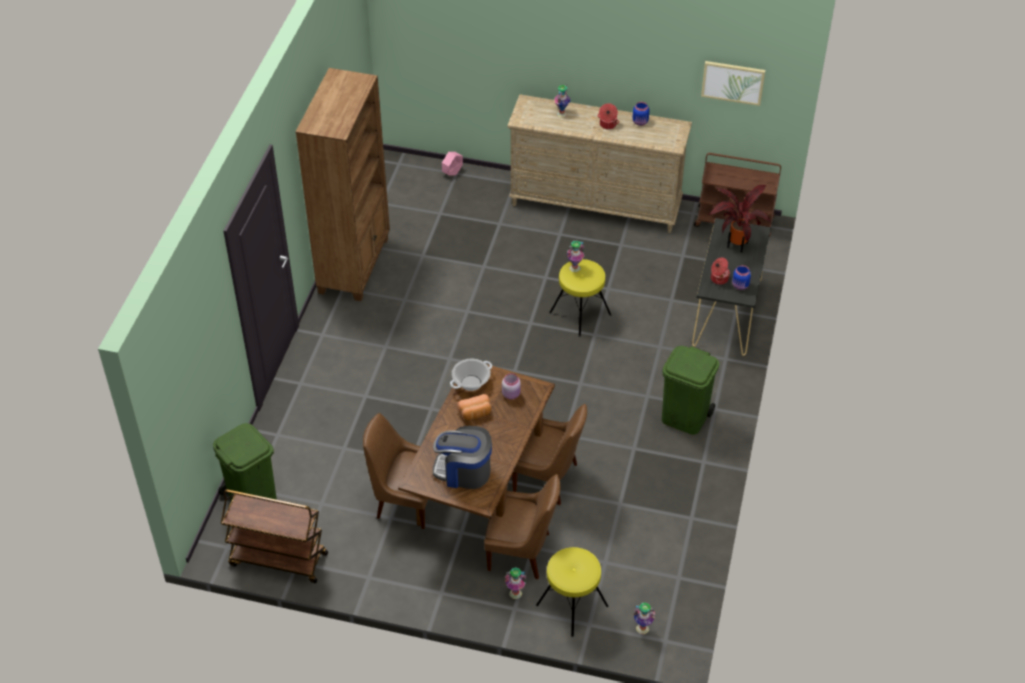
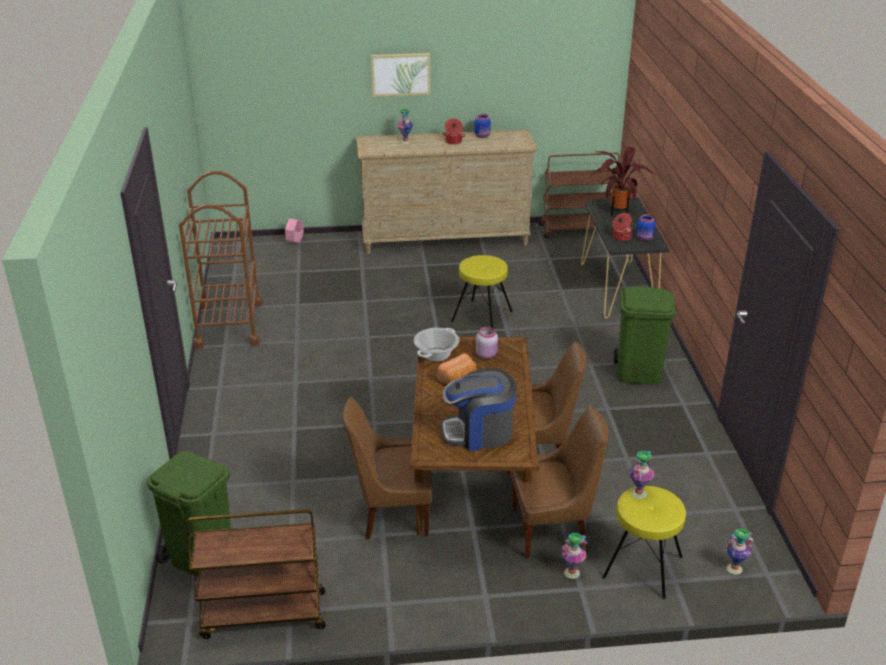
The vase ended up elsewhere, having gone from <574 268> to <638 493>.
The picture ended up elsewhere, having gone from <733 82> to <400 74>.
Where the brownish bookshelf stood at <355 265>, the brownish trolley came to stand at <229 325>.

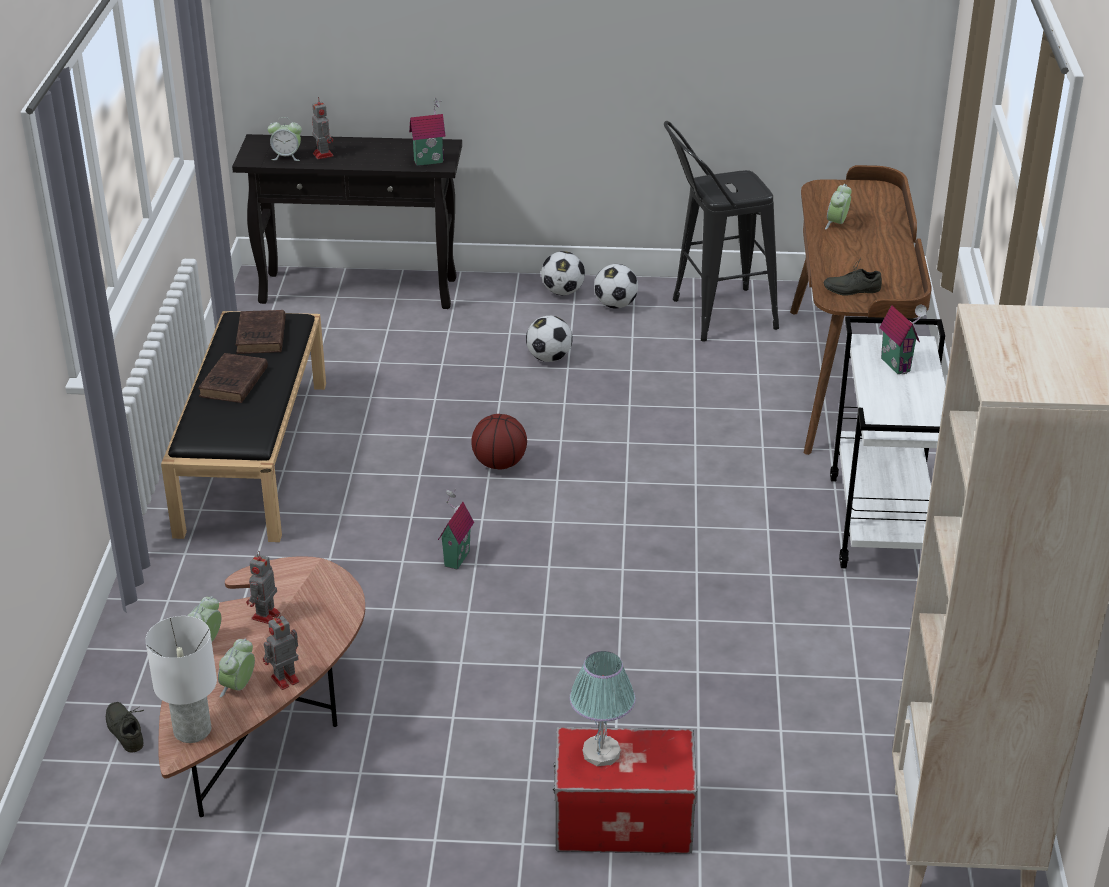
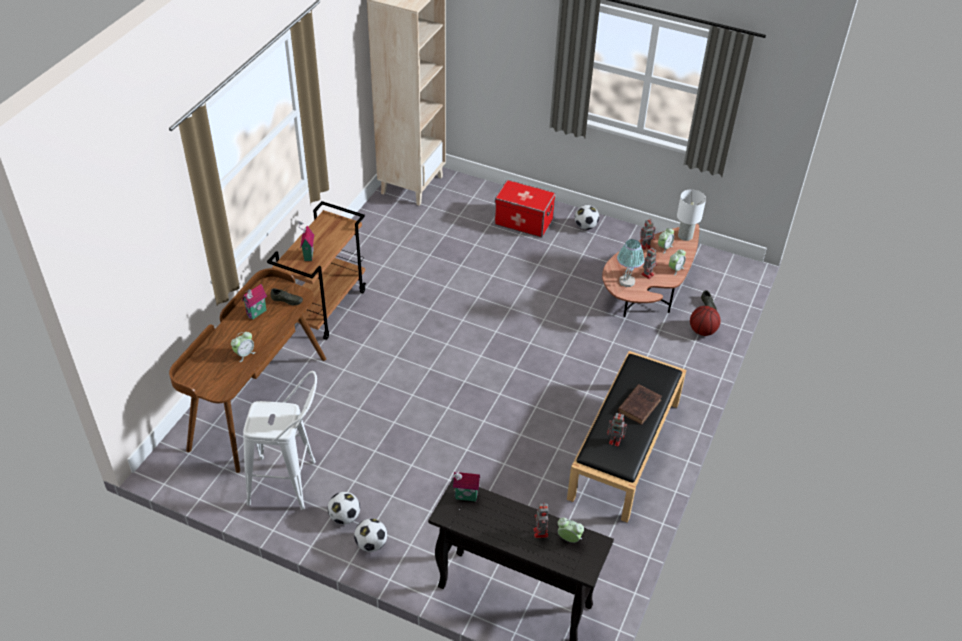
The miniature house ended up elsewhere, having gone from <455 557> to <257 314>.
The basketball ended up elsewhere, having gone from <499 463> to <702 331>.
The football ball ended up elsewhere, having gone from <549 358> to <585 226>.
The table lamp ended up elsewhere, having gone from <601 753> to <627 281>.
Where the brownish book stood at <261 337>, the toy robot came to stand at <615 441>.
What was the blackish sitting stool at <713 316> turned into the whitish sitting stool at <290 484>.
What was the whitish trolley at <884 524> turned into the brownish trolley at <324 307>.

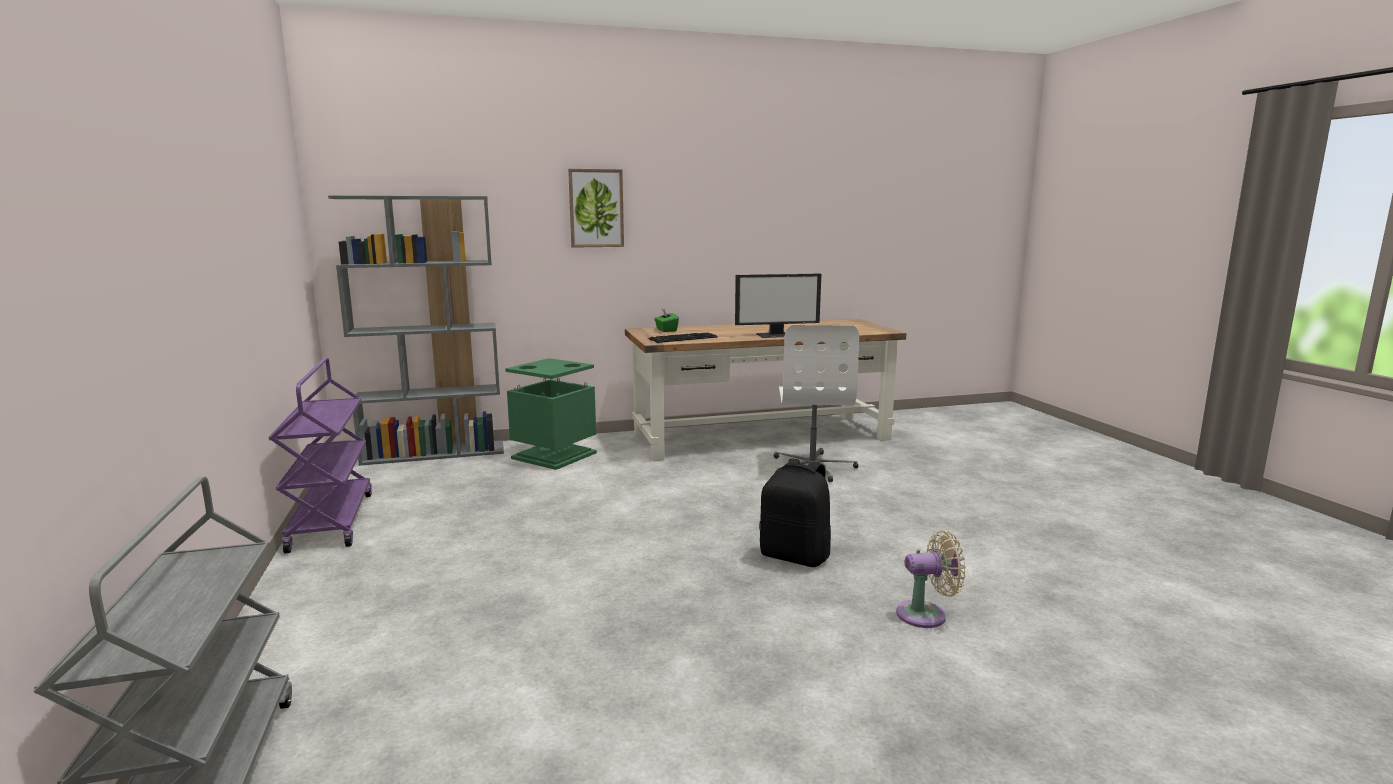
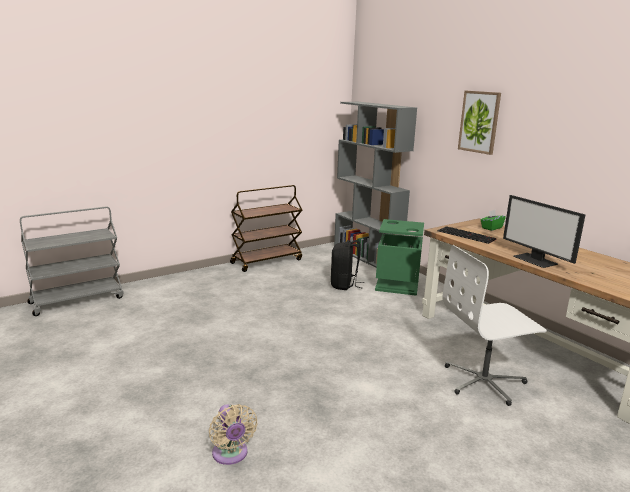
The blackish rucksack ended up elsewhere, having gone from <795 556> to <344 285>.
What was the purplish trolley at <331 521> turned into the brownish trolley at <267 261>.

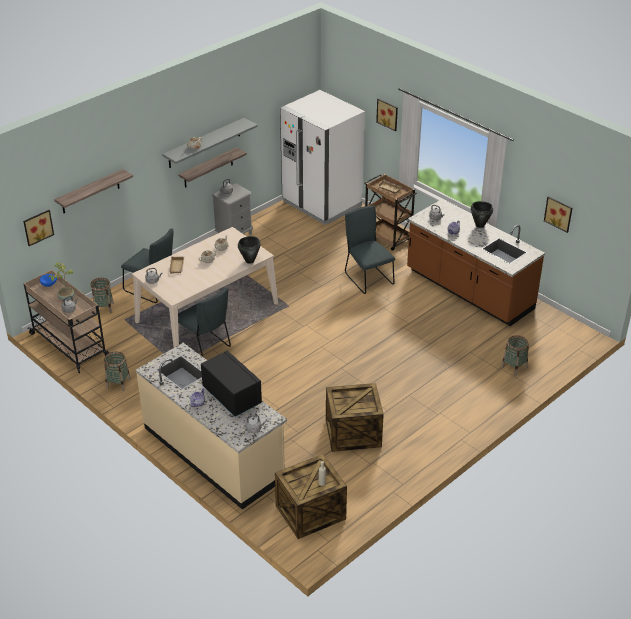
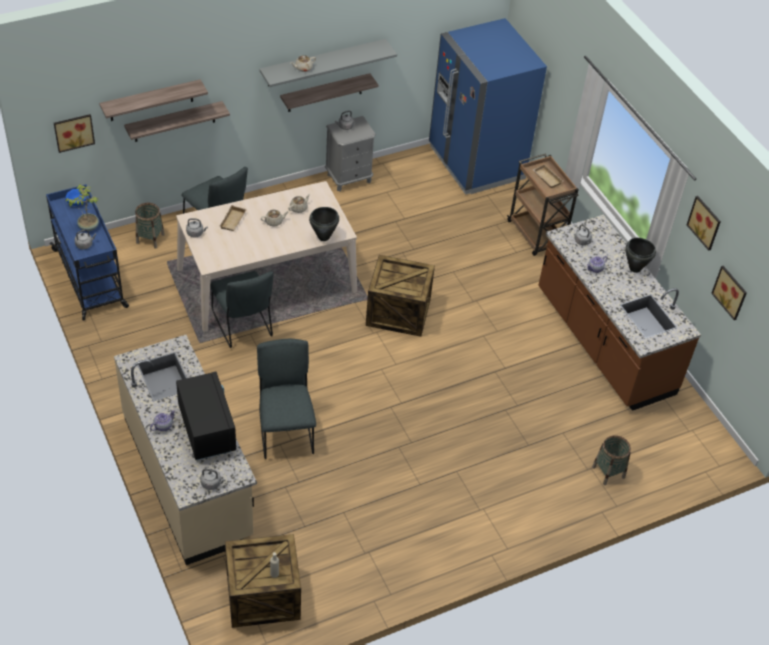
The second view lost the basket at <118 383>.
The second view gained the bracket shelf at <174 122>.
The packing crate ended up elsewhere, having gone from <353 434> to <397 313>.
The gray chair ended up elsewhere, having gone from <367 277> to <285 430>.
The picture ended up elsewhere, having gone from <388 114> to <705 222>.
What was the sand-coloured trolley at <70 345> turned into the bluish trolley at <90 279>.
What was the whitish refrigerator at <321 204> turned into the bluish refrigerator at <476 162>.

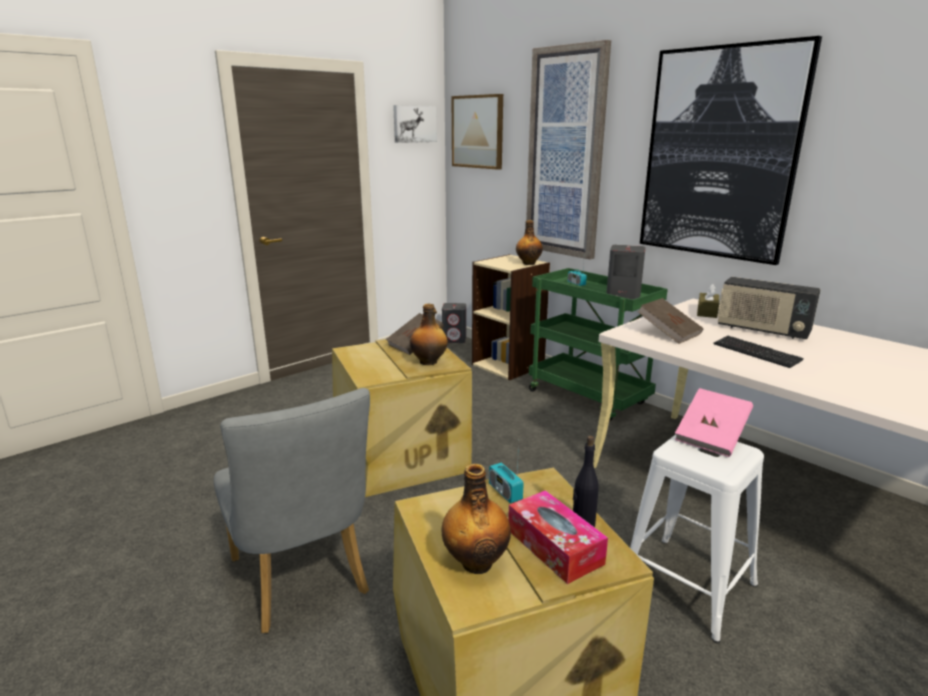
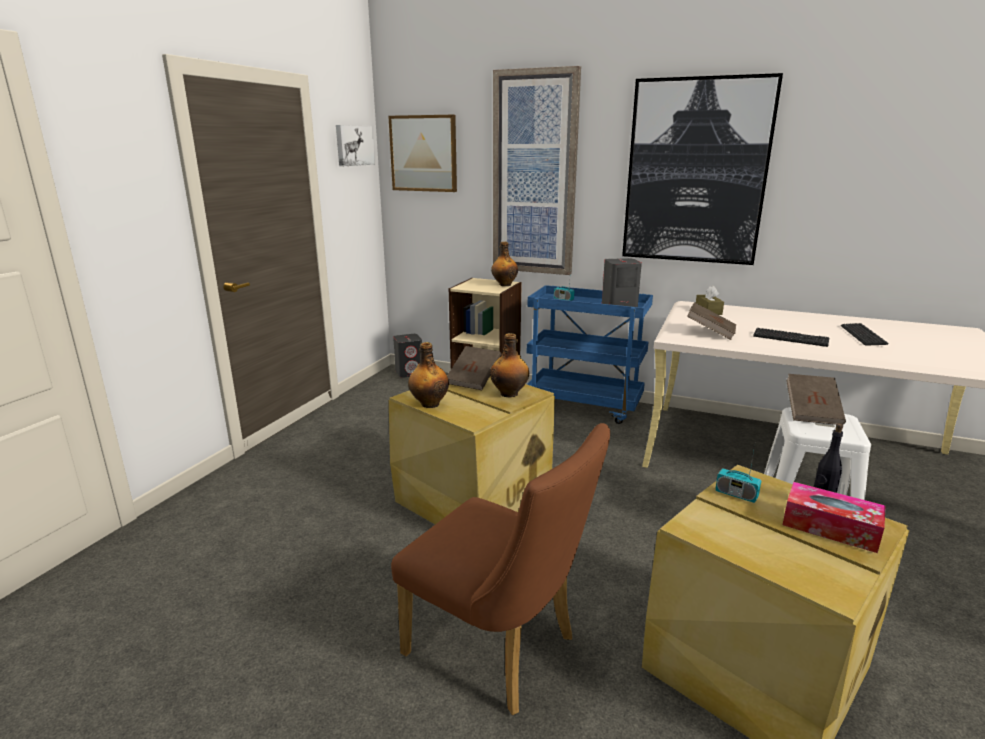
The second view lost the radio receiver at <762 330>.
The second view gained the PC keyboard at <862 336>.
The bottle ended up elsewhere, having gone from <476 562> to <429 404>.
What was the gray chair at <303 582> turned into the brownish chair at <500 650>.
What was the greenish trolley at <589 398> turned into the bluish trolley at <585 406>.
What was the pinkish book at <711 437> turned into the brownish book at <812 413>.

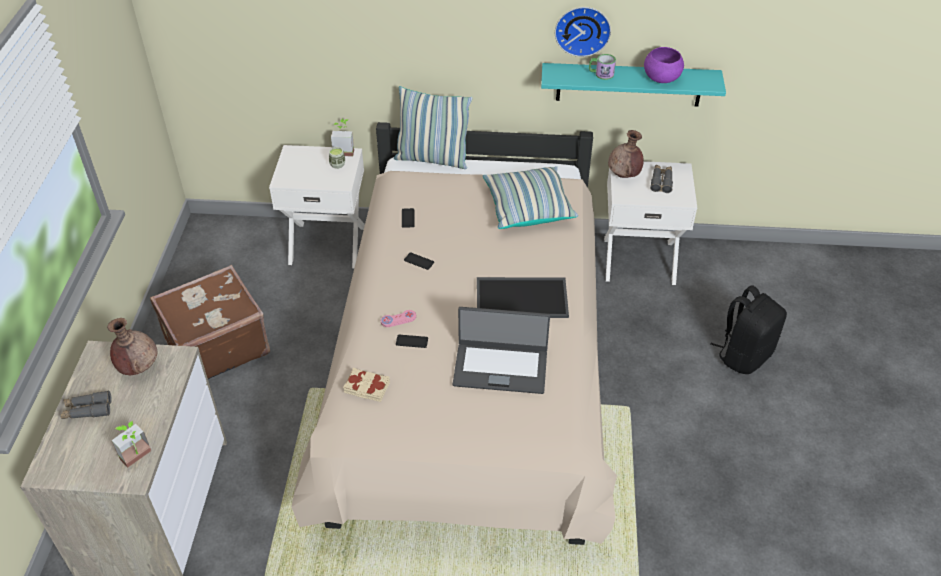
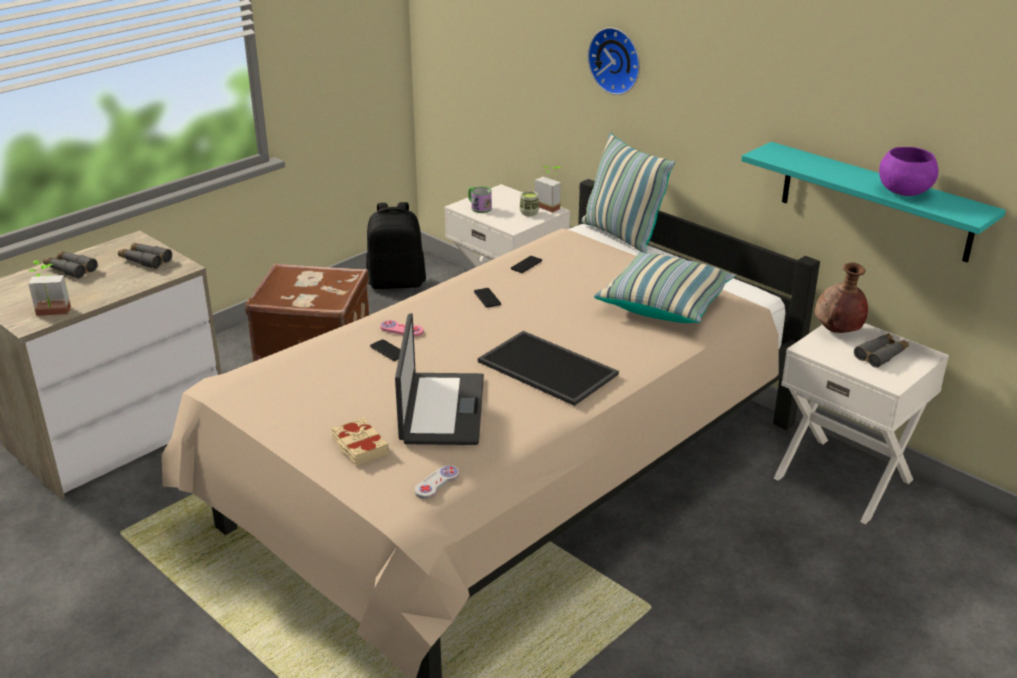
The second view gained the whitish gamepad at <437 483>.
The sand-coloured book ended up elsewhere, having gone from <367 388> to <359 446>.
The wall clock ended up elsewhere, having gone from <582 29> to <617 60>.
The coffee mug ended up elsewhere, having gone from <601 74> to <478 207>.
The blackish rucksack ended up elsewhere, having gone from <744 355> to <397 282>.
Where the brownish vase stood at <138 366>, the gray pair of binoculars came to stand at <145 260>.
The portable computer at <500 367> ended up facing another way, 135 degrees counterclockwise from before.

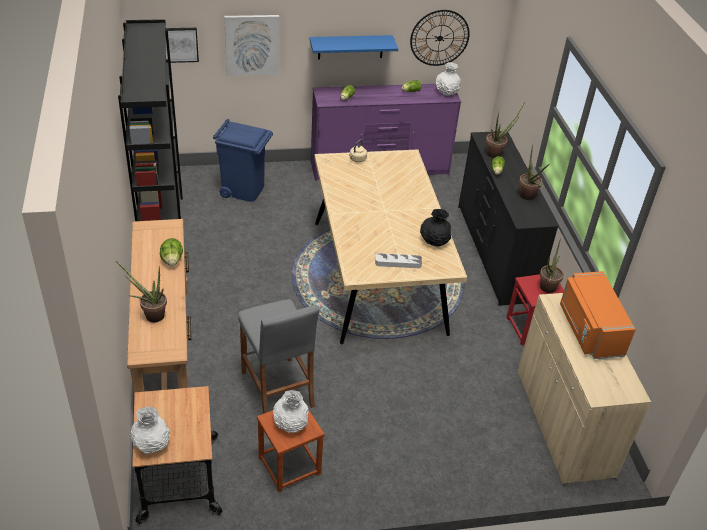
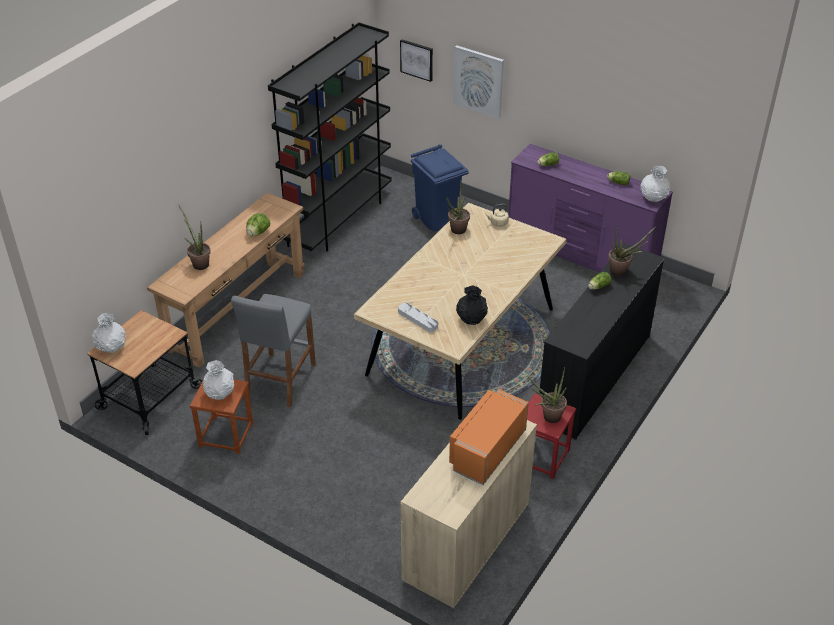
The second view lost the bluish bracket shelf at <350 47>.
The second view lost the wall clock at <439 38>.
The potted plant ended up elsewhere, having gone from <528 197> to <456 231>.

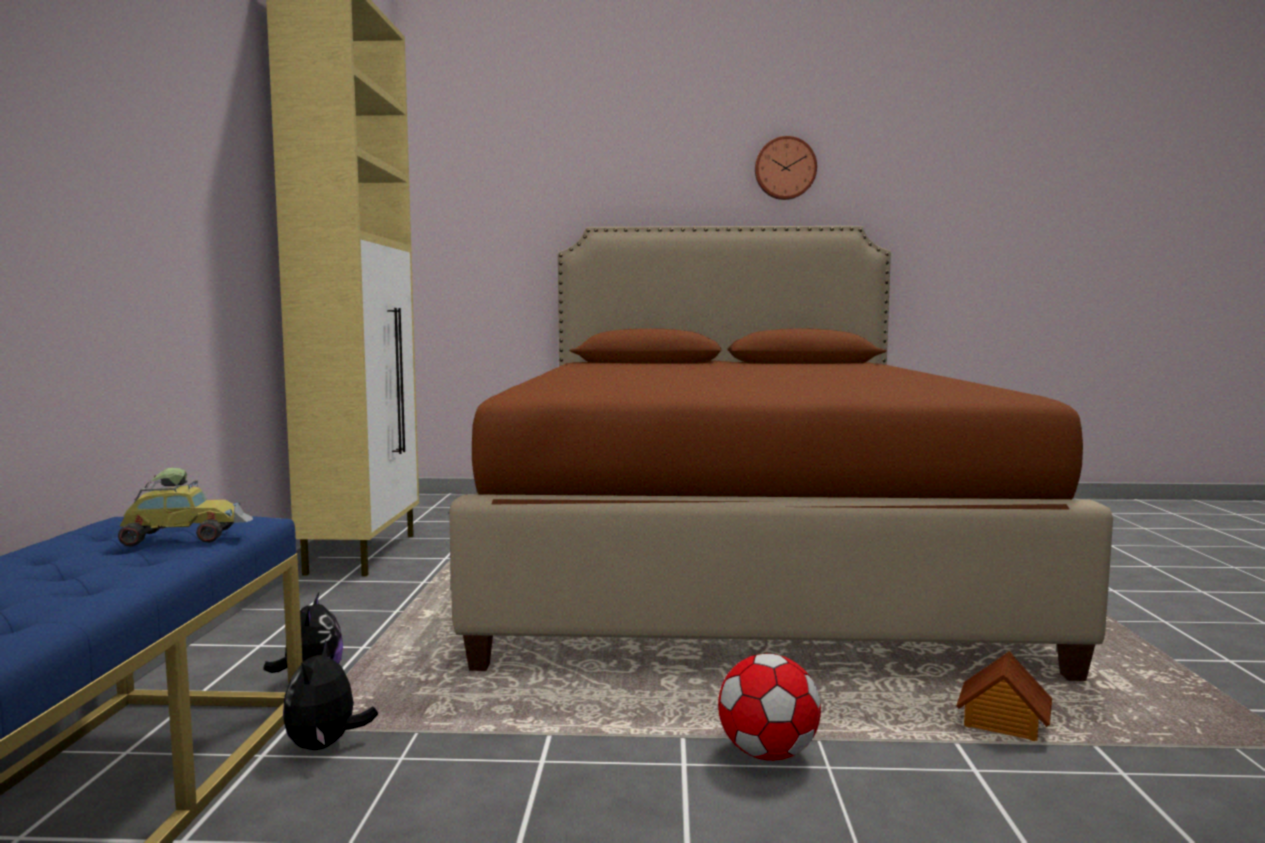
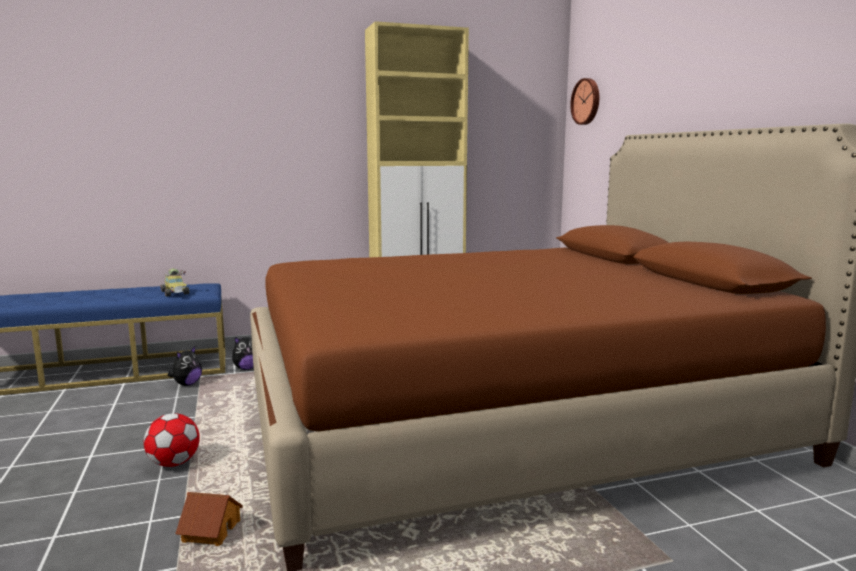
The wall clock ended up elsewhere, having gone from <785 168> to <586 101>.
The soft toy at <325 745> ended up facing another way, 135 degrees clockwise from before.

